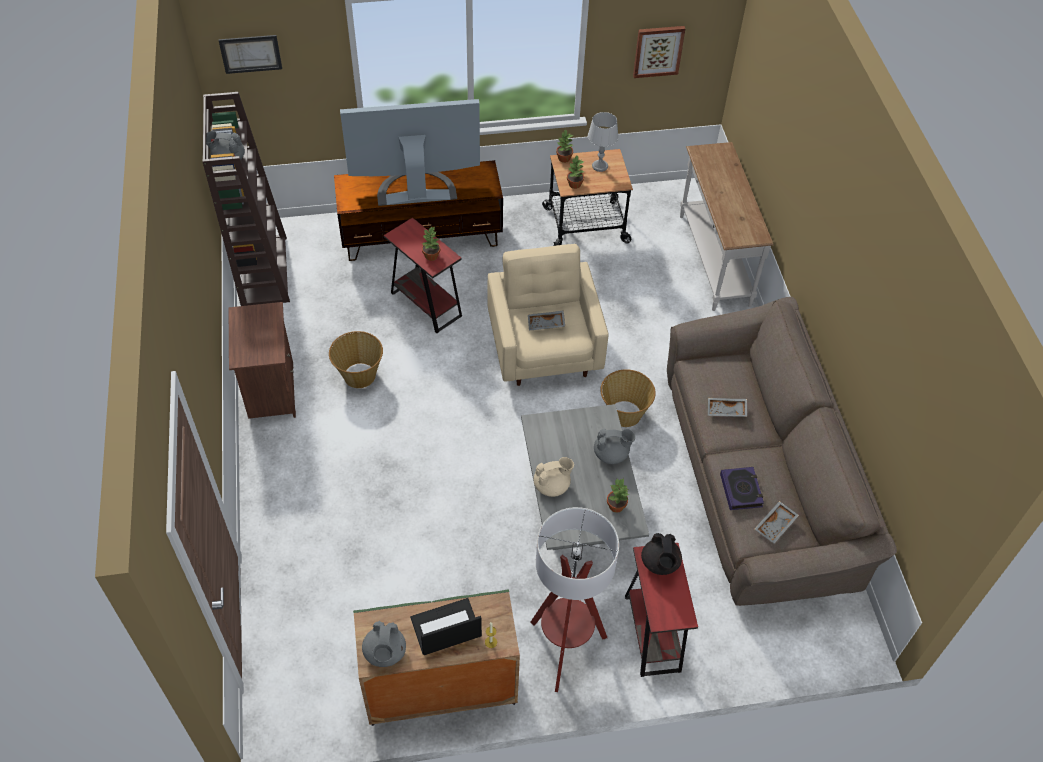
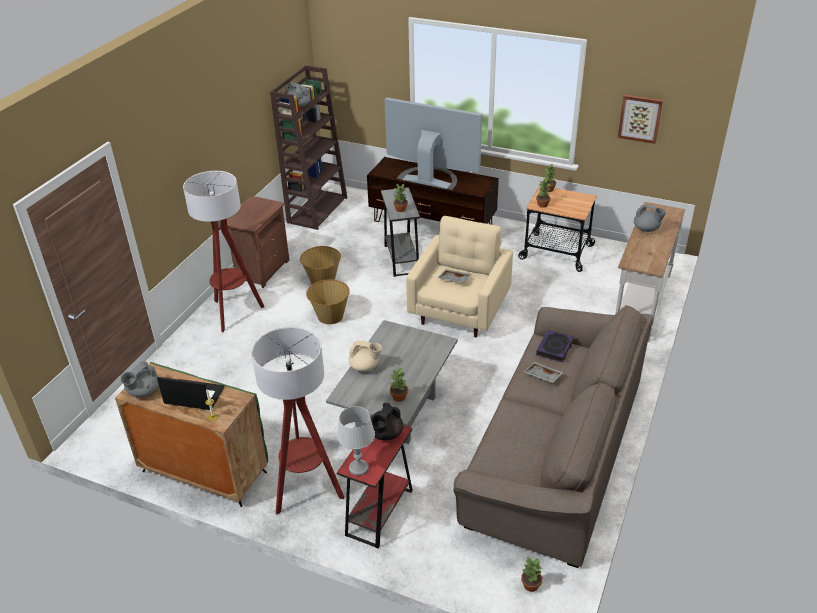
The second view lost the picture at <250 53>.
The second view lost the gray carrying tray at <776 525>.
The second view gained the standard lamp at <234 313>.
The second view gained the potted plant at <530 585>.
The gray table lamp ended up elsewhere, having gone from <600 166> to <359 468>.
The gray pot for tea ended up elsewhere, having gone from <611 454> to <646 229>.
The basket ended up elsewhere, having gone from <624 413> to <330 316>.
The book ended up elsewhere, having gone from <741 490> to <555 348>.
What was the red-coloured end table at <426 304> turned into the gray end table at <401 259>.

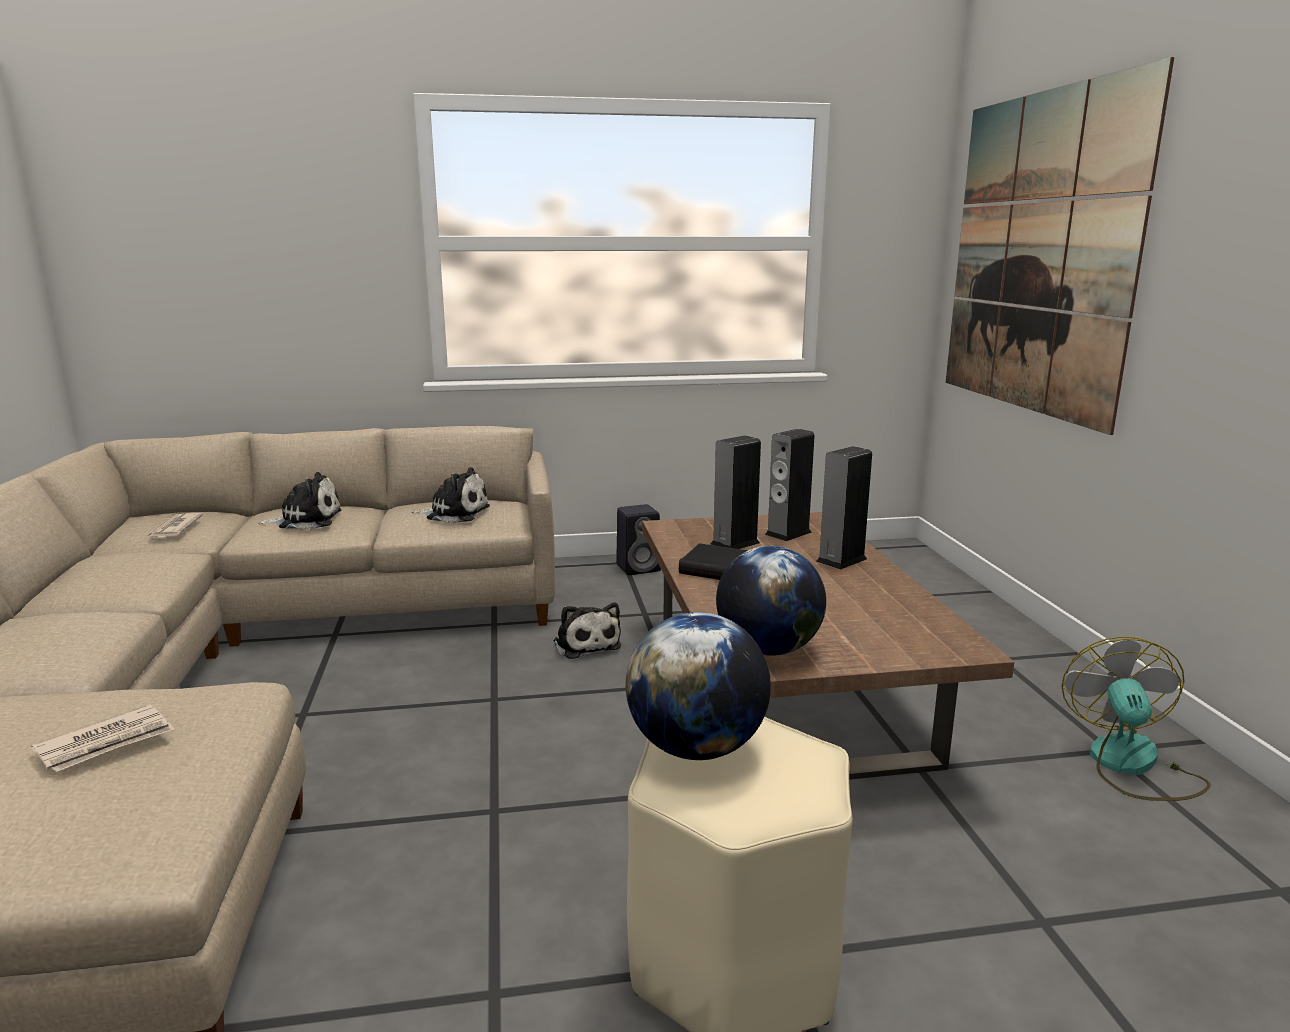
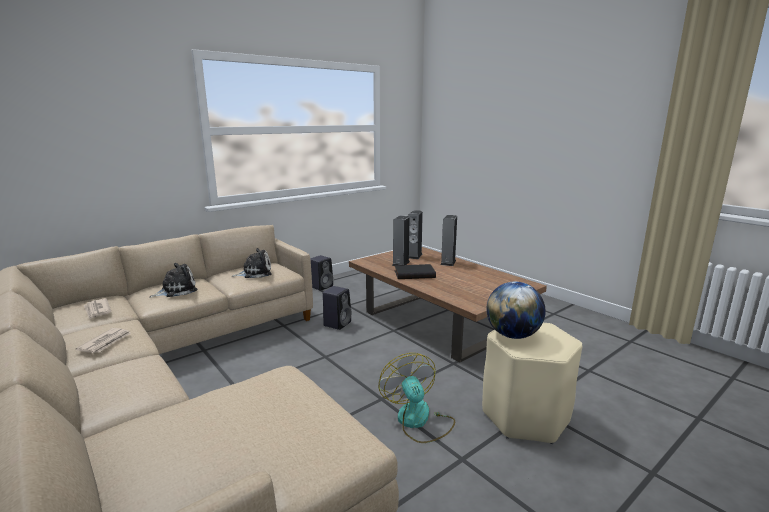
The second view lost the desk globe at <768 650>.
The second view lost the picture at <1038 254>.
The newspaper ended up elsewhere, having gone from <106 742> to <106 342>.
The cooling fan ended up elsewhere, having gone from <1131 766> to <418 421>.
Where the soft toy stood at <586 644>, the blackish speaker came to stand at <337 323>.

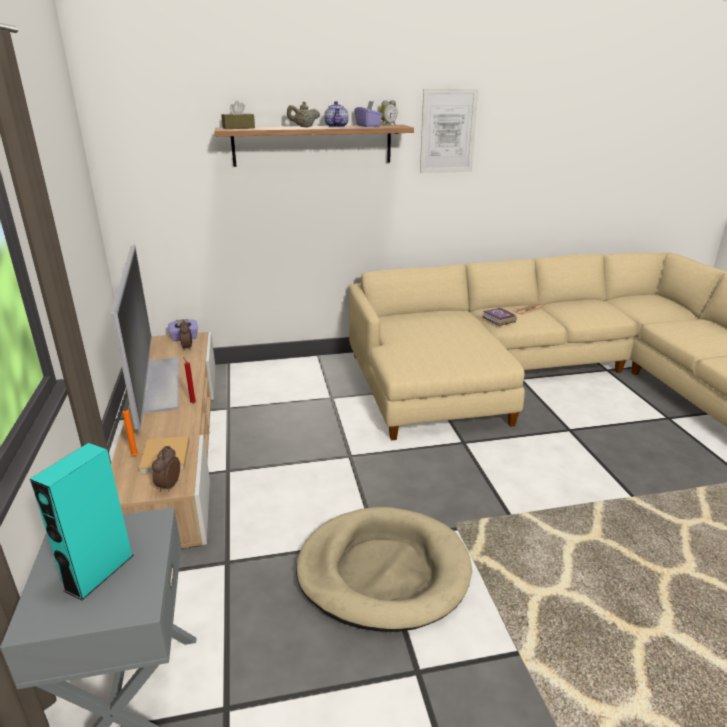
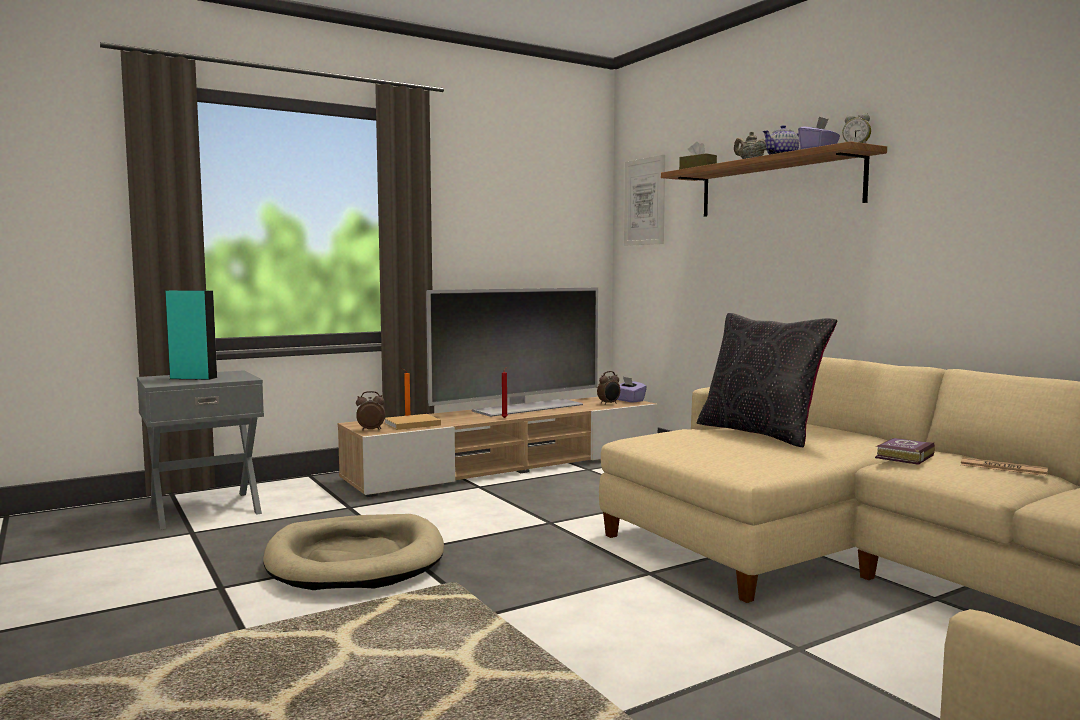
The second view gained the blackish throw pillow at <760 433>.
The picture ended up elsewhere, having gone from <448 131> to <644 202>.

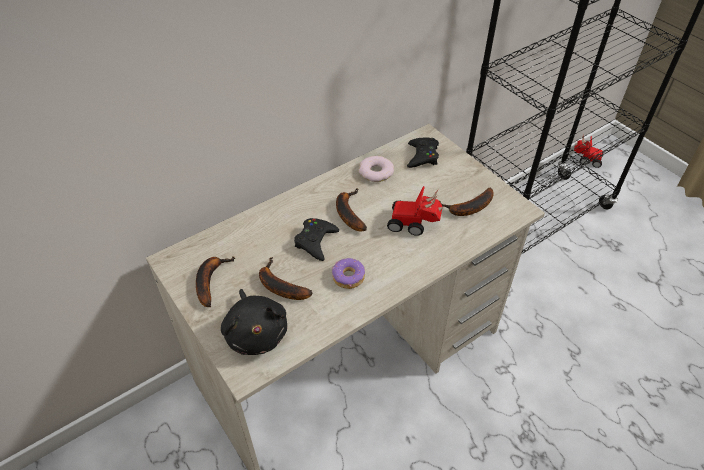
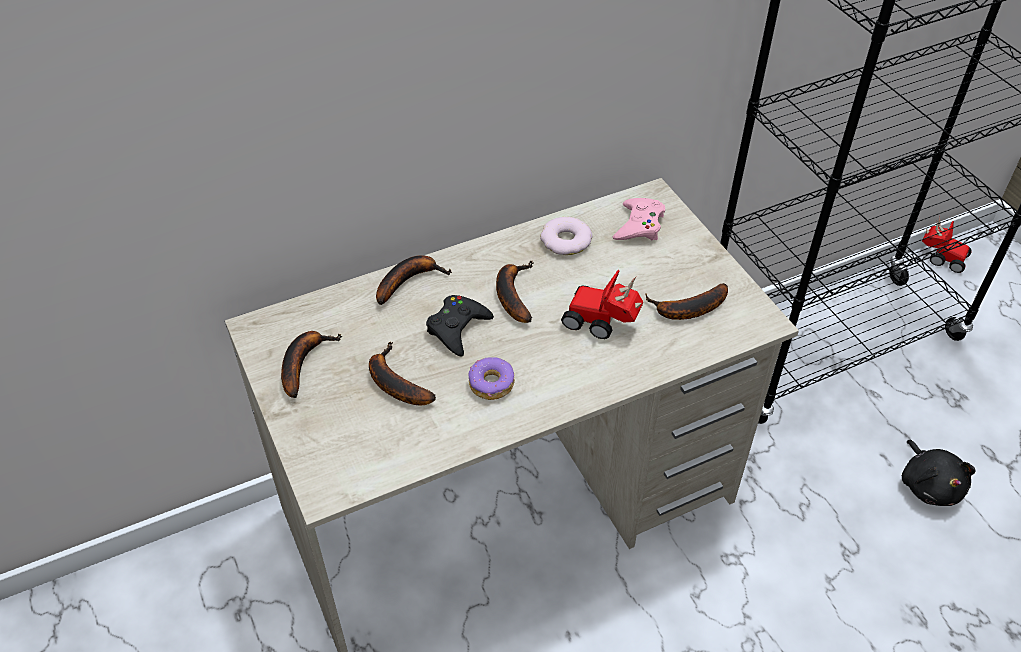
The second view gained the whole banana at <409 280>.
The blackish soft toy ended up elsewhere, having gone from <256 333> to <929 485>.
What was the blackish gamepad at <422 156> turned into the pinkish gamepad at <639 225>.

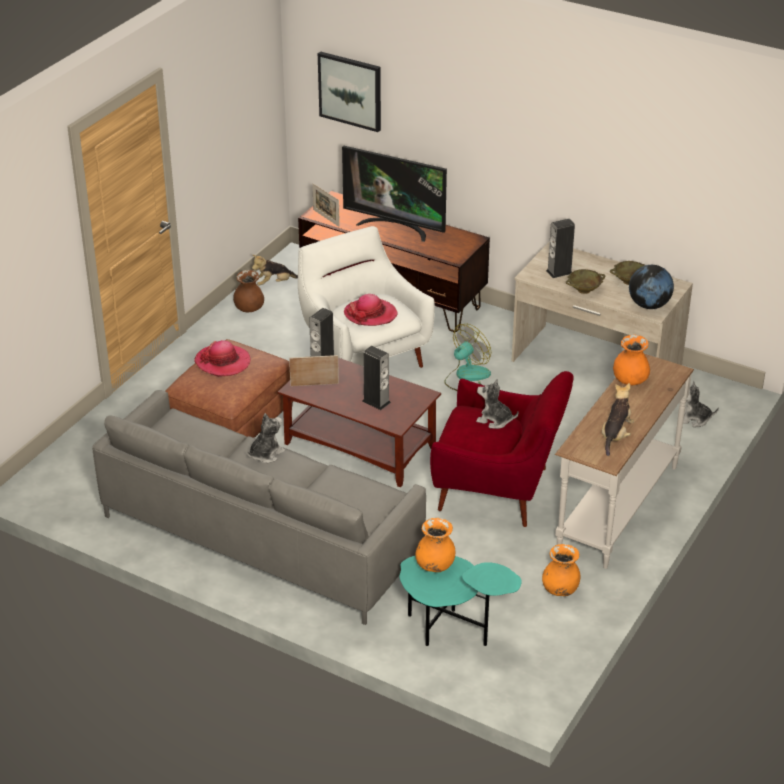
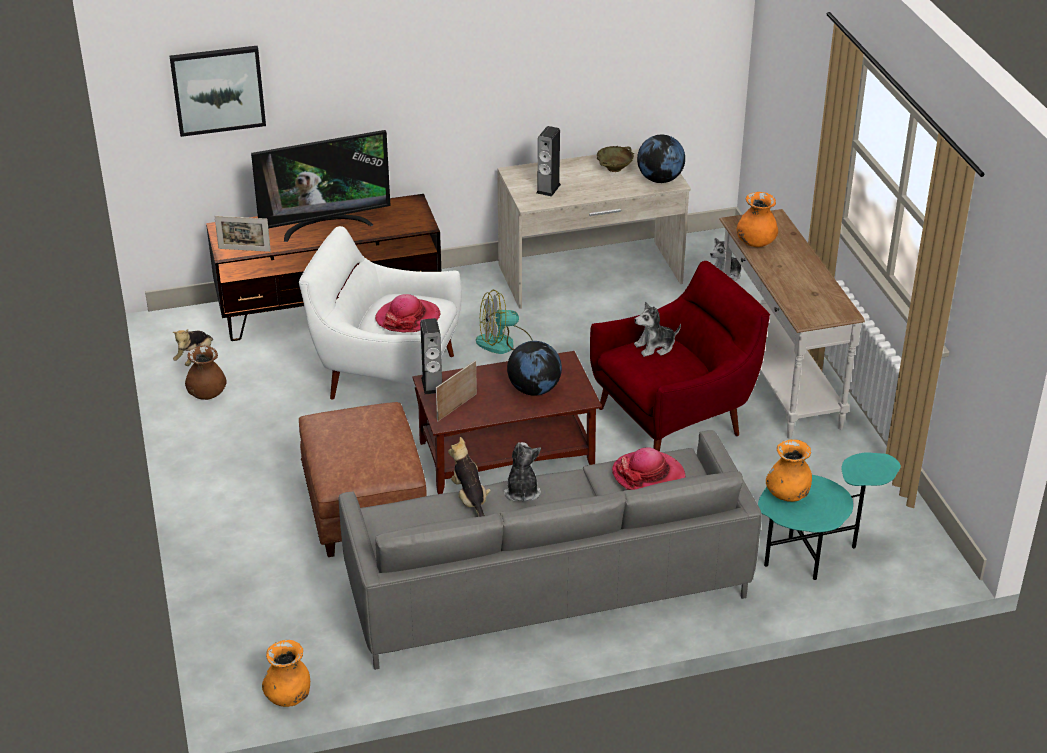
The second view lost the sand-coloured bowl at <584 290>.
The wearable hat ended up elsewhere, having gone from <223 362> to <648 475>.
The orange vase ended up elsewhere, having gone from <560 589> to <289 696>.
The soft toy ended up elsewhere, having gone from <615 435> to <470 500>.
Where the speaker stood at <376 401>, the desk globe came to stand at <534 390>.
The cooling fan at <466 377> ended up facing another way, 105 degrees counterclockwise from before.

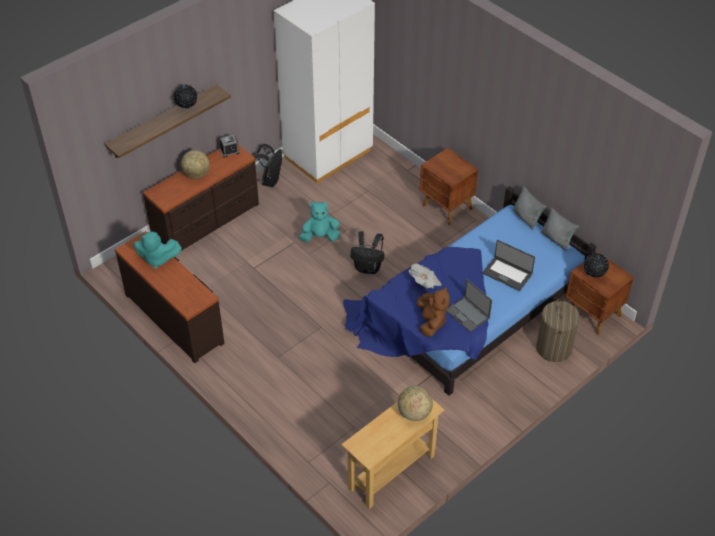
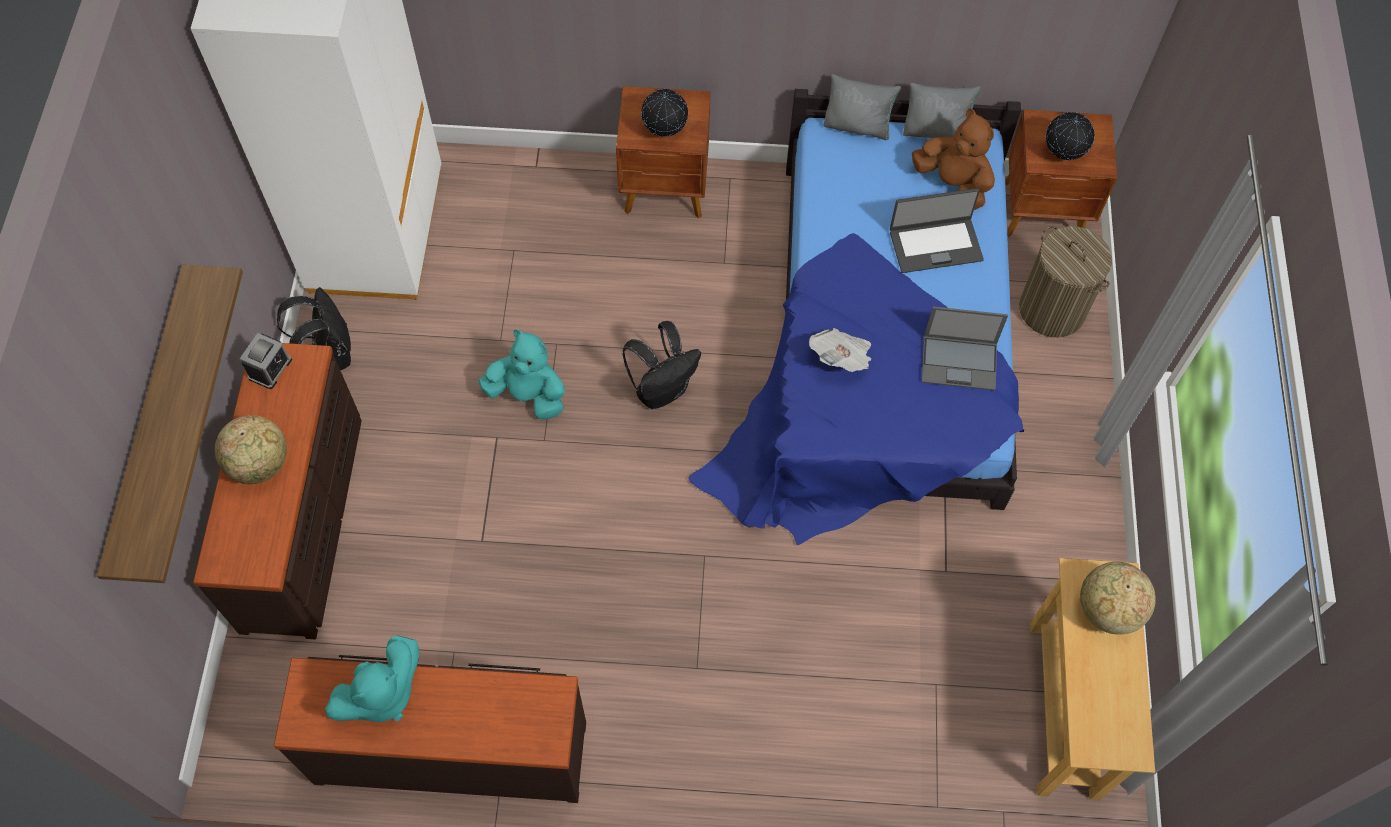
The desk globe ended up elsewhere, having gone from <187 108> to <665 132>.
The brownish soft toy ended up elsewhere, having gone from <431 322> to <953 183>.
The turquoise soft toy at <320 237> ended up facing another way, 75 degrees clockwise from before.

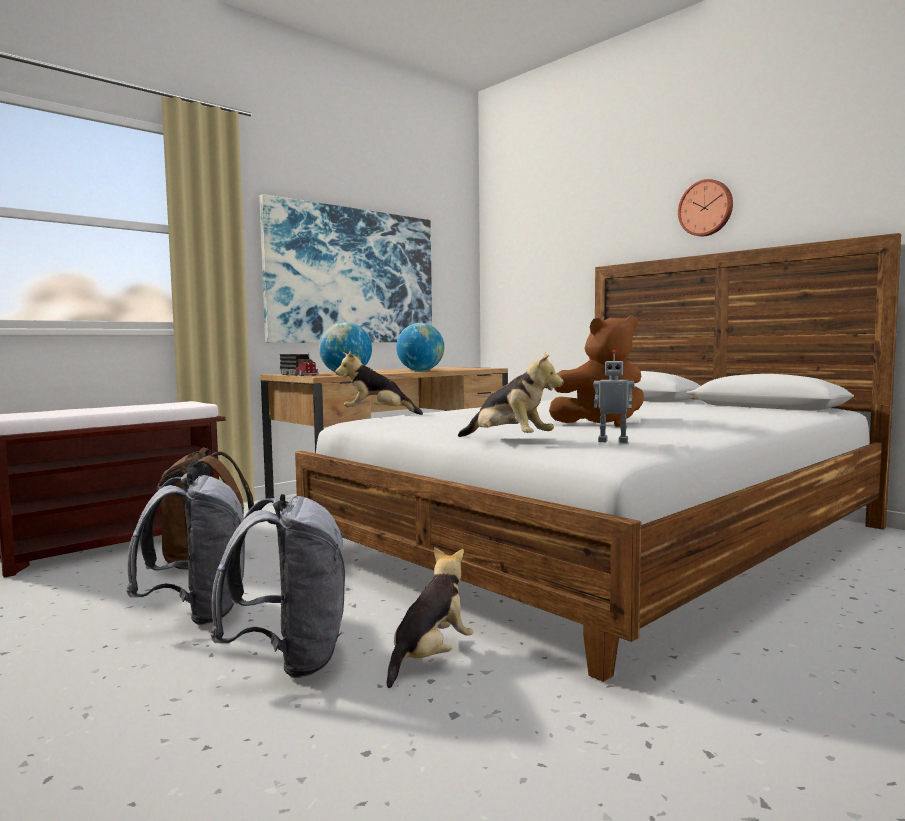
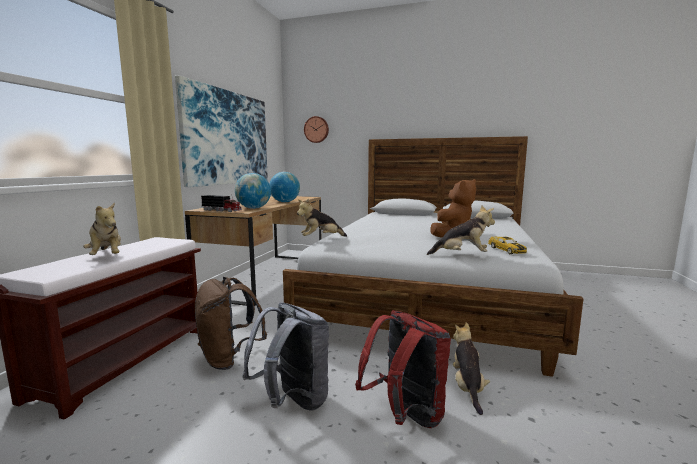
The second view gained the soft toy at <107 256>.
The wall clock ended up elsewhere, having gone from <706 208> to <316 129>.
Where the toy robot stood at <613 441>, the miniature car came to stand at <507 250>.
What was the gray rucksack at <291 660> turned into the red-coloured rucksack at <405 416>.

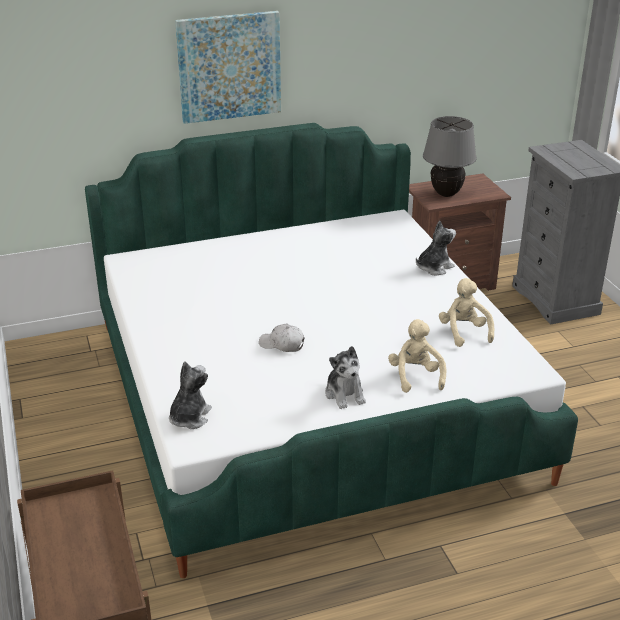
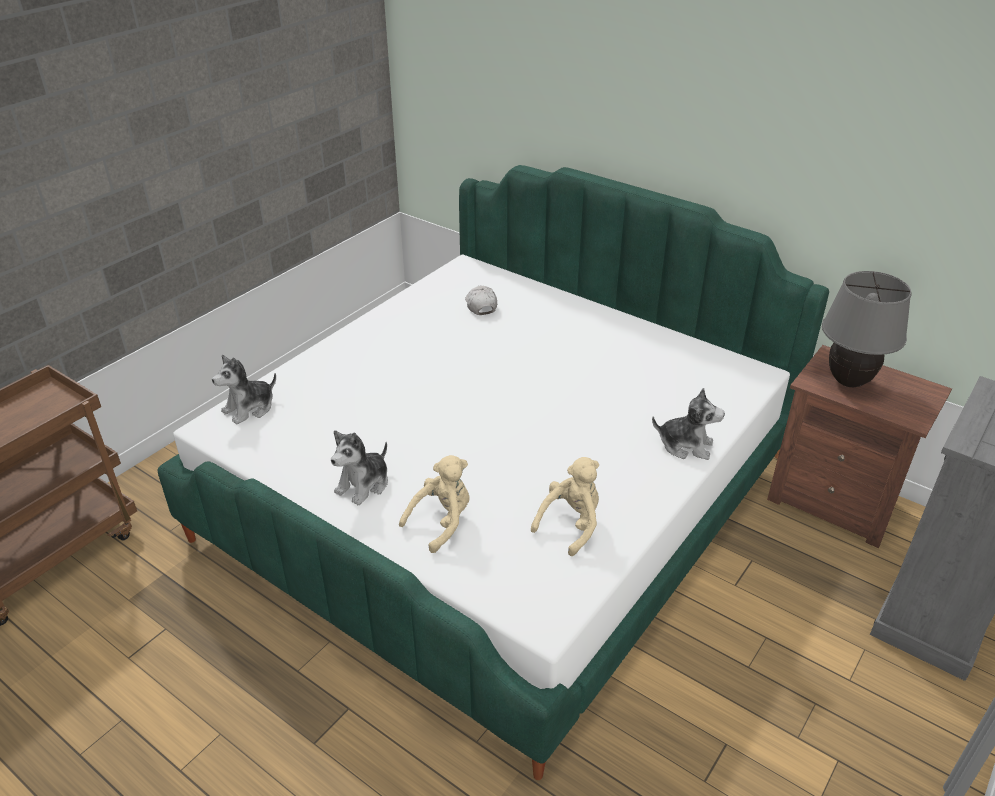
The second view lost the picture at <229 66>.
The whitish peaked cap ended up elsewhere, having gone from <282 344> to <480 305>.
The soft toy at <189 417> ended up facing another way, 150 degrees clockwise from before.

